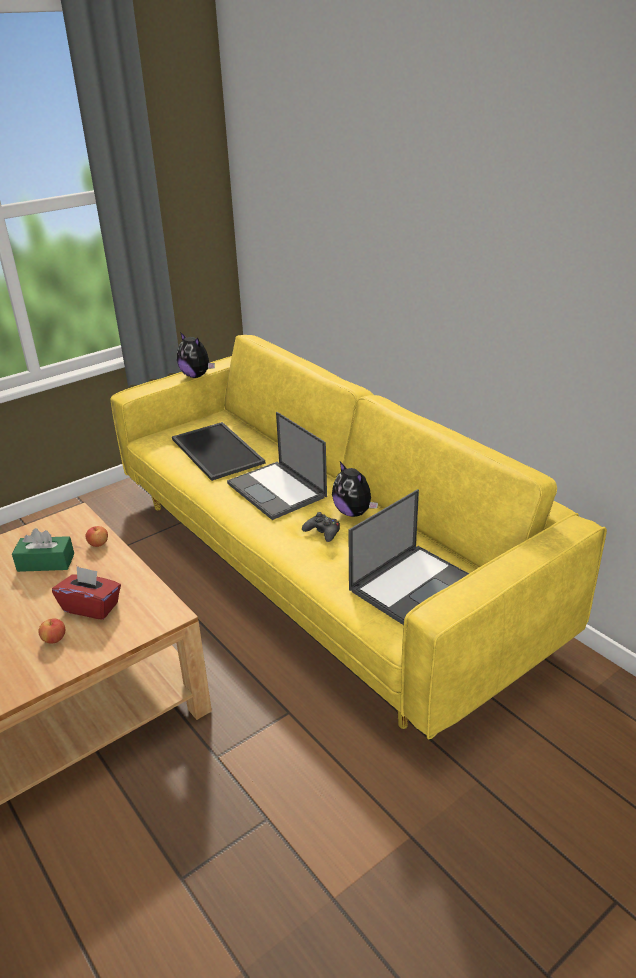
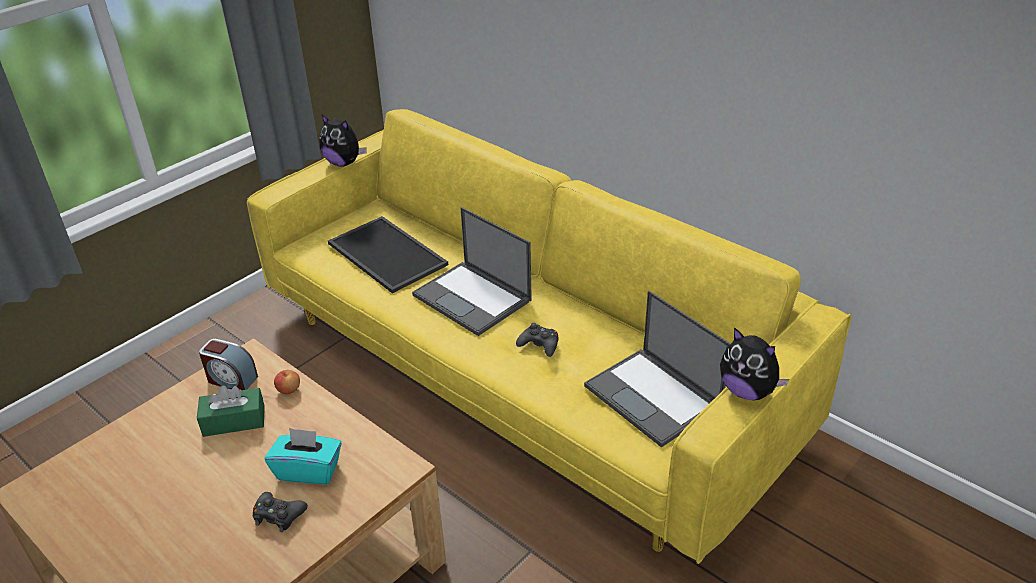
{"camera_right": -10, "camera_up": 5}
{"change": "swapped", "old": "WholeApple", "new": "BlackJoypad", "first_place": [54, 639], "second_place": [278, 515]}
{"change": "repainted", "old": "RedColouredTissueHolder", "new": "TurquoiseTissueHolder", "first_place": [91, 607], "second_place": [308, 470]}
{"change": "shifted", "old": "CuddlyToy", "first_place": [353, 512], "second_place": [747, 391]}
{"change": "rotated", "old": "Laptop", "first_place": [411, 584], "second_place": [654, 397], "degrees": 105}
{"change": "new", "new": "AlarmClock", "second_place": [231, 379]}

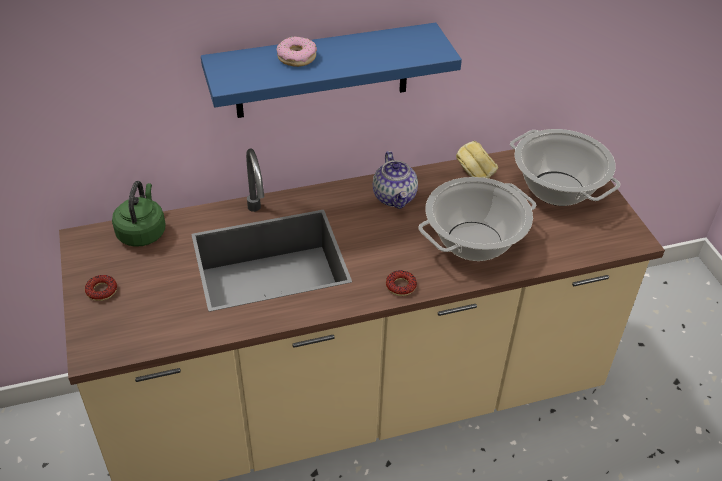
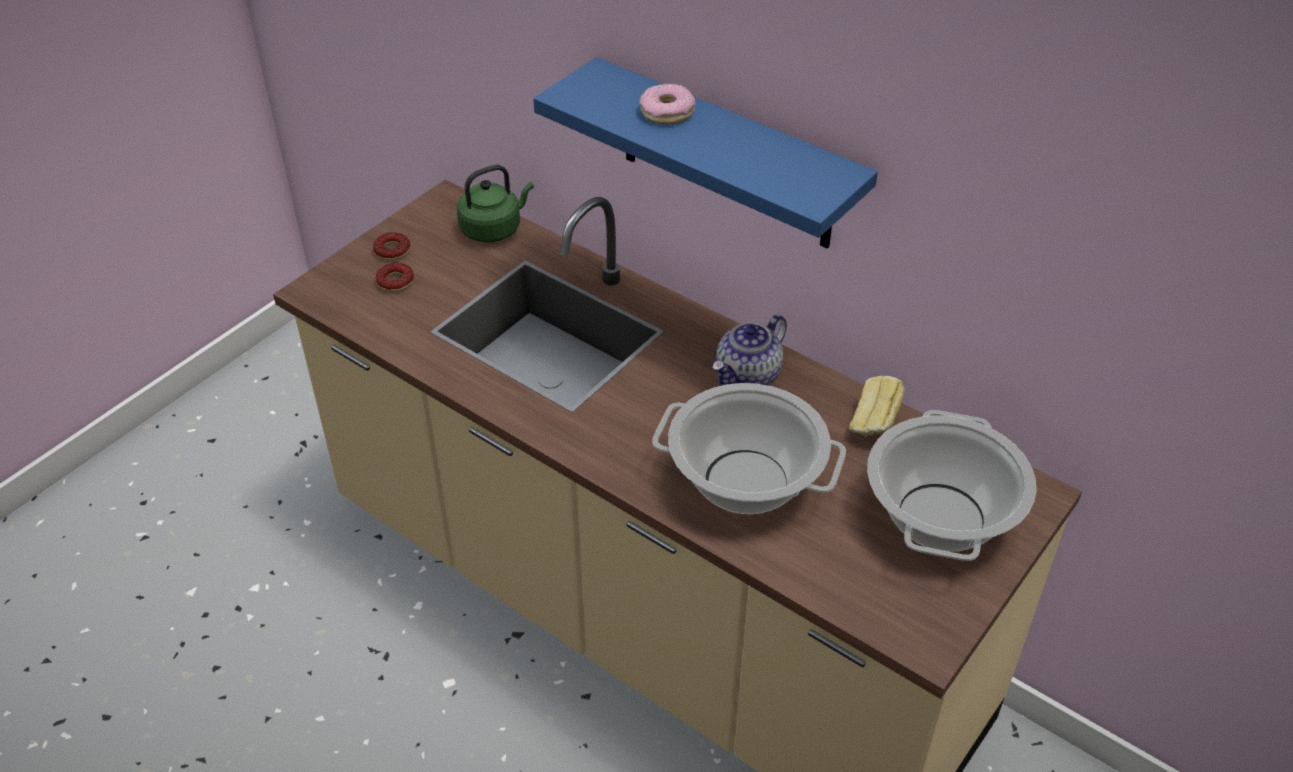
{"camera_right": 55, "camera_up": 0}
{"change": "shifted", "old": "Donut", "first_place": [401, 286], "second_place": [395, 281]}

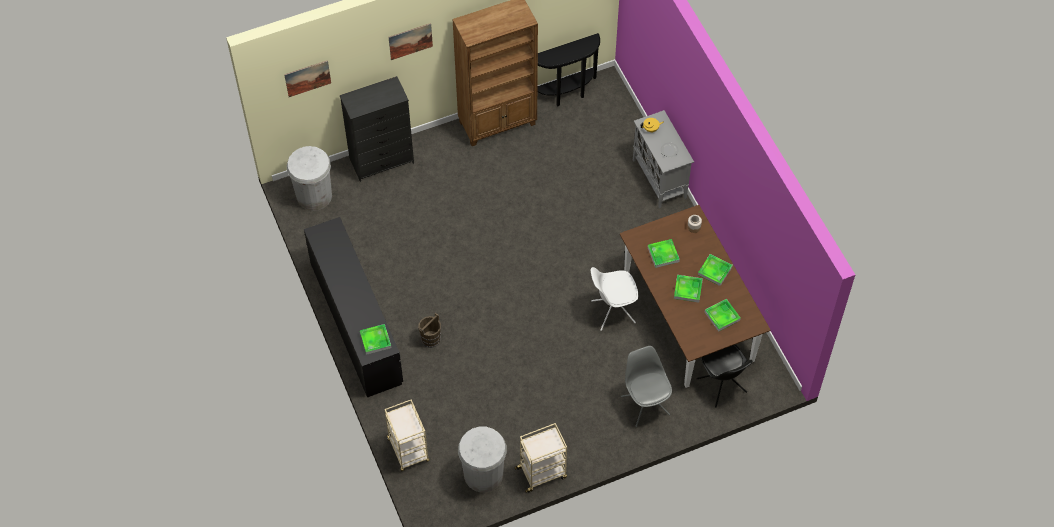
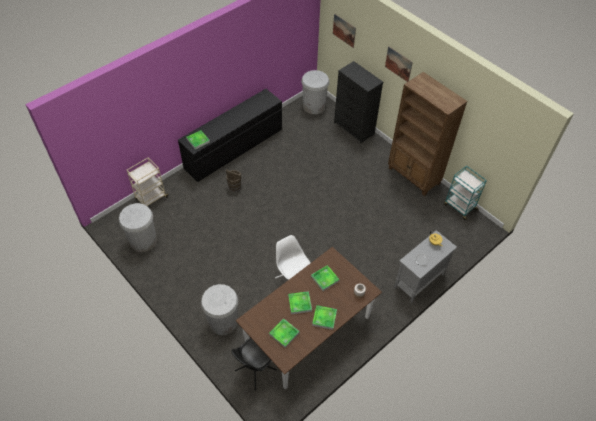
{"camera_right": 70, "camera_up": -5}
{"change": "gone", "old": "BeigeWheeledCart", "first_place": [542, 472]}
{"change": "swapped", "old": "BlackNarrowTable", "new": "TurquoiseWheeledCart", "first_place": [567, 94], "second_place": [459, 207]}
{"change": "swapped", "old": "GreyChair", "new": "WhitishRubbishBin", "first_place": [645, 404], "second_place": [223, 321]}

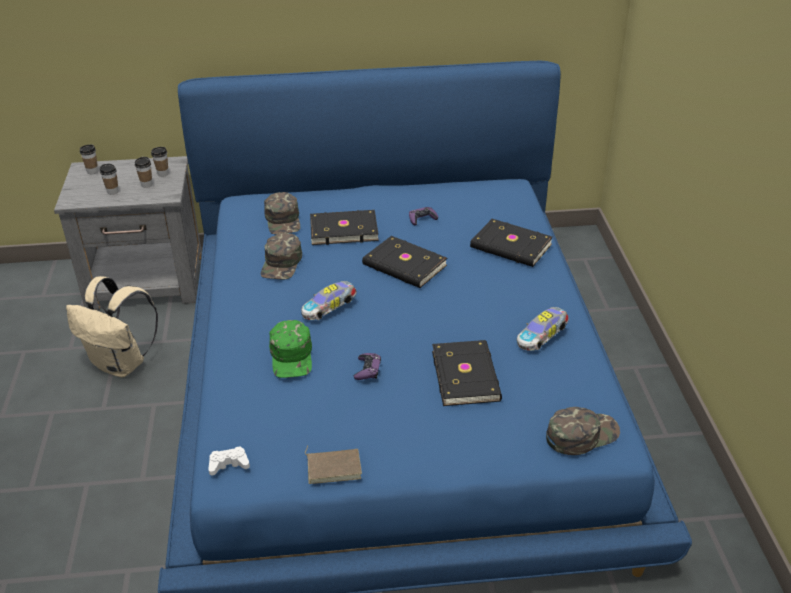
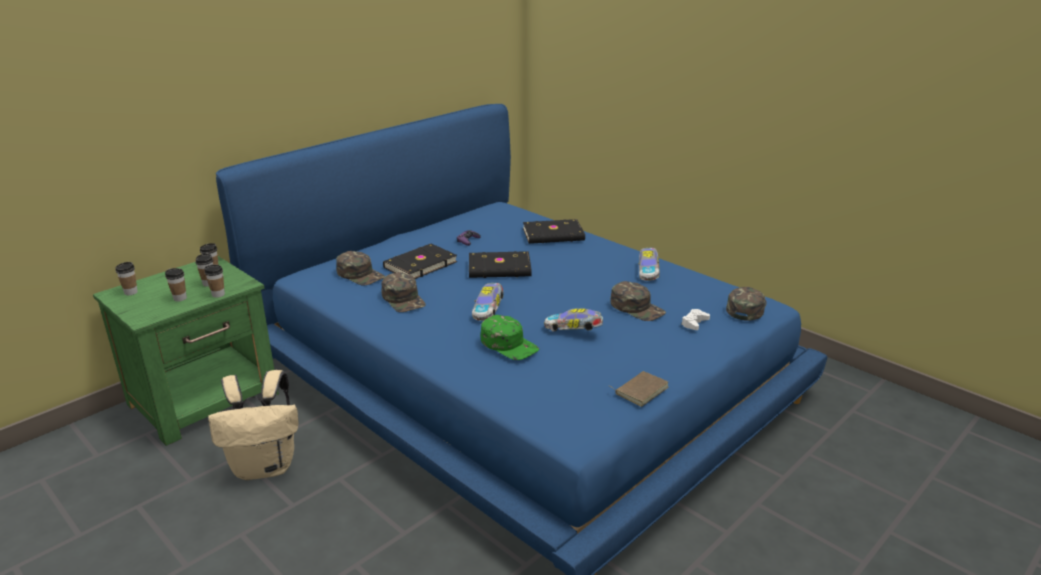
{"camera_right": -40, "camera_up": -10}
{"change": "repainted", "old": "GreyNightTable", "new": "GreenNightTable", "first_place": [147, 281], "second_place": [206, 399]}
{"change": "shifted", "old": "WhitishJoypad", "first_place": [229, 464], "second_place": [694, 323]}
{"change": "swapped", "old": "PurplishJoypad", "new": "ModelCar", "first_place": [367, 369], "second_place": [574, 329]}
{"change": "swapped", "old": "BlackBook", "new": "GreenCap", "first_place": [467, 375], "second_place": [637, 308]}
{"change": "new", "new": "DrinkingCup", "second_place": [218, 294]}

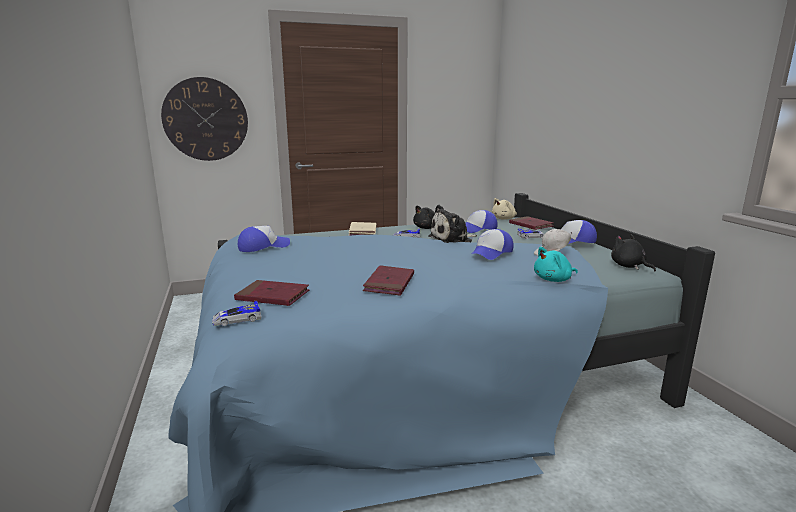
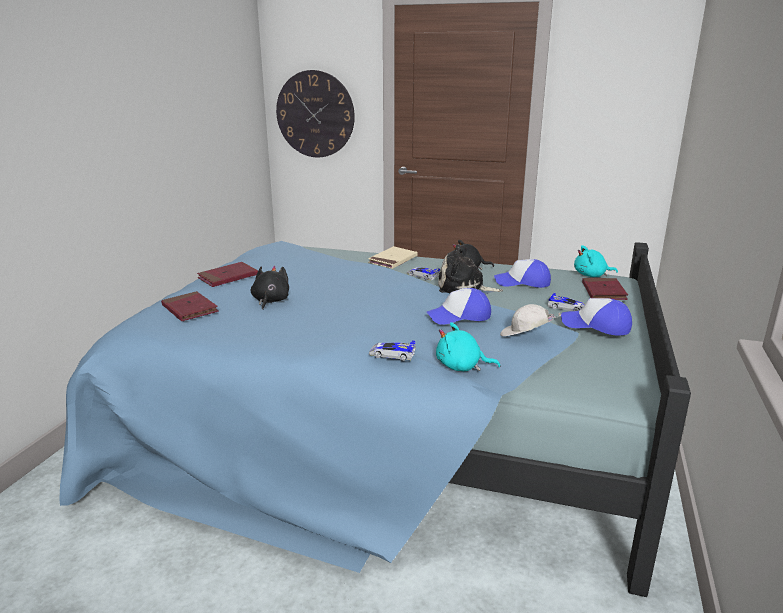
{"camera_right": 35, "camera_up": 5}
{"change": "shifted", "old": "ModelCar", "first_place": [237, 319], "second_place": [391, 354]}
{"change": "gone", "old": "Cap", "first_place": [263, 247]}
{"change": "shifted", "old": "RedColouredBook", "first_place": [389, 283], "second_place": [228, 277]}
{"change": "repainted", "old": "BeigeCuddlyToy", "new": "TurquoiseCuddlyToy", "first_place": [504, 219], "second_place": [591, 275]}
{"change": "shifted", "old": "BlackCuddlyToy", "first_place": [629, 266], "second_place": [270, 301]}

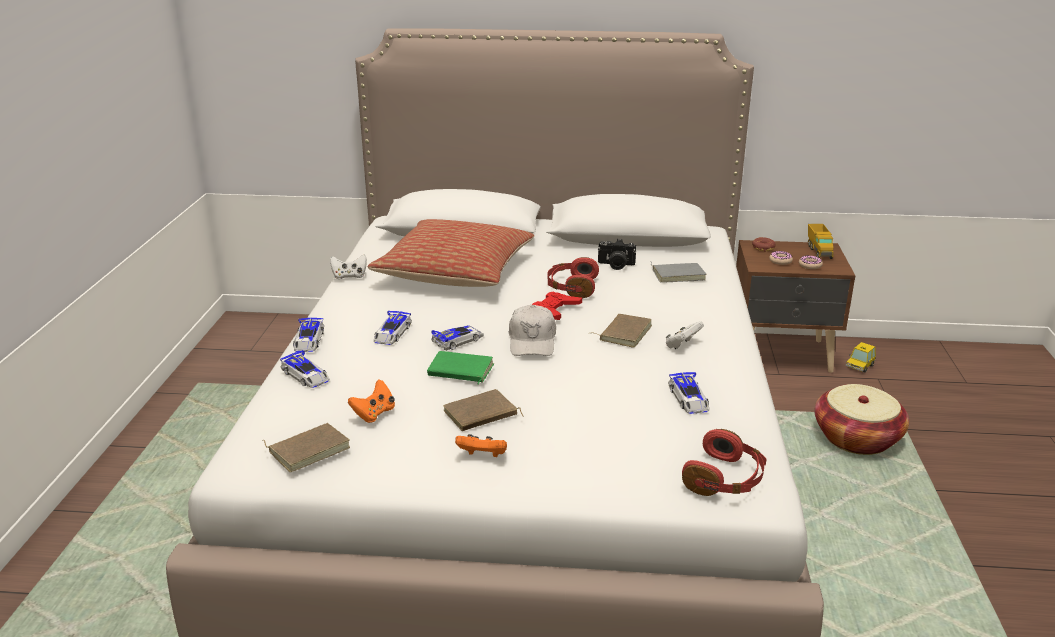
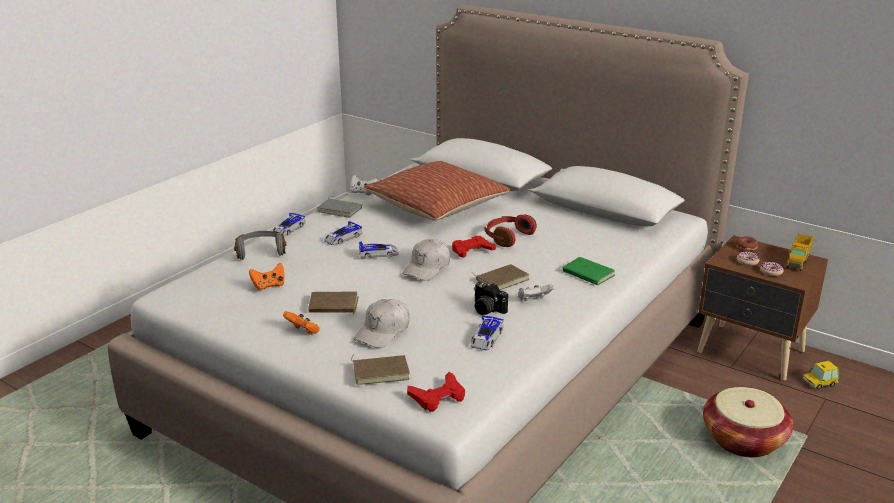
{"camera_right": 30, "camera_up": 0}
{"change": "shifted", "old": "BrownishBook", "first_place": [308, 449], "second_place": [381, 371]}
{"change": "swapped", "old": "ModelCar", "new": "GreyPairOfHeadphones", "first_place": [306, 376], "second_place": [260, 251]}
{"change": "shifted", "old": "GreenBook", "first_place": [460, 371], "second_place": [587, 274]}
{"change": "shifted", "old": "PhotoCamera", "first_place": [615, 265], "second_place": [487, 309]}
{"change": "shifted", "old": "GreyBook", "first_place": [678, 274], "second_place": [340, 210]}
{"change": "swapped", "old": "RedColouredPairOfHeadphones", "new": "RedColouredJoypad", "first_place": [725, 479], "second_place": [438, 397]}
{"change": "new", "new": "WhitishCap", "second_place": [383, 331]}

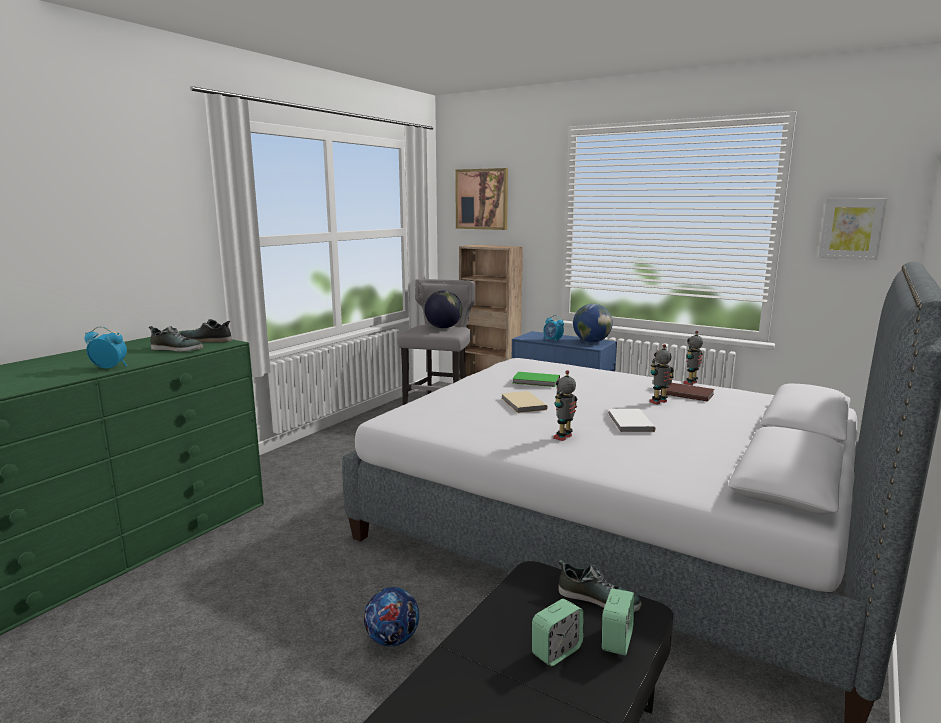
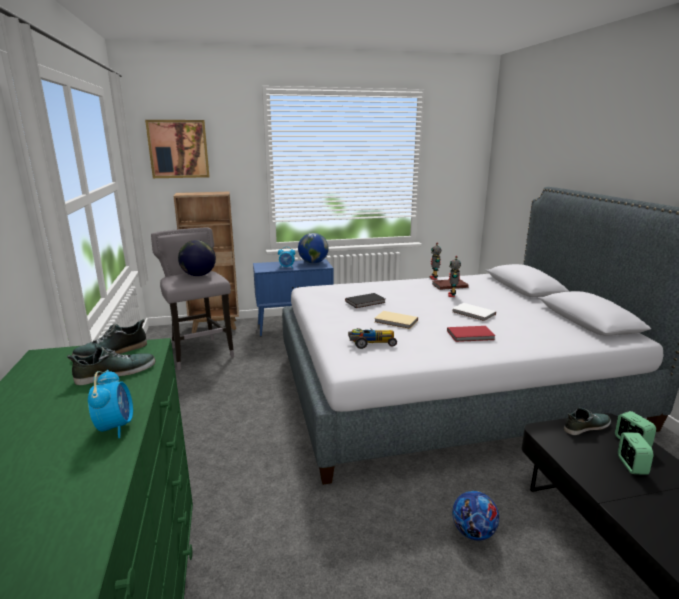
{"camera_right": -45, "camera_up": 5}
{"change": "rotated", "old": "AlarmClock", "first_place": [110, 367], "second_place": [116, 427], "degrees": 120}
{"change": "repainted", "old": "GreenBook", "new": "BlackBook", "first_place": [536, 381], "second_place": [366, 302]}
{"change": "swapped", "old": "ModelRobot", "new": "RedColouredBook", "first_place": [564, 437], "second_place": [471, 335]}
{"change": "gone", "old": "WallArt", "first_place": [851, 228]}
{"change": "new", "new": "ModelCar", "second_place": [371, 343]}

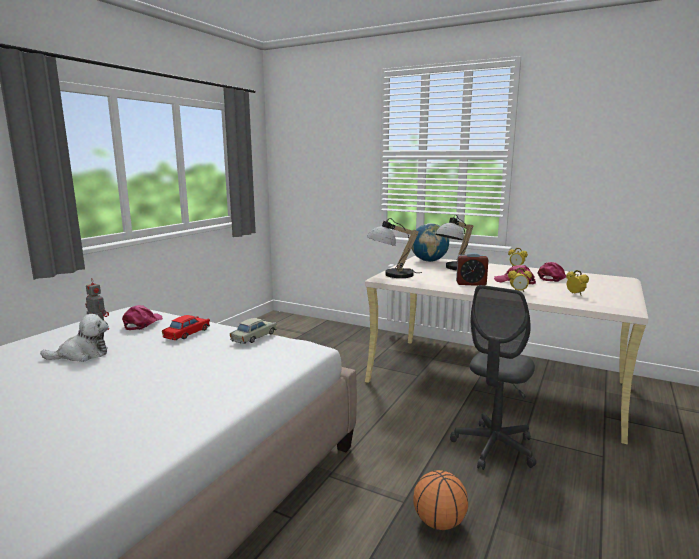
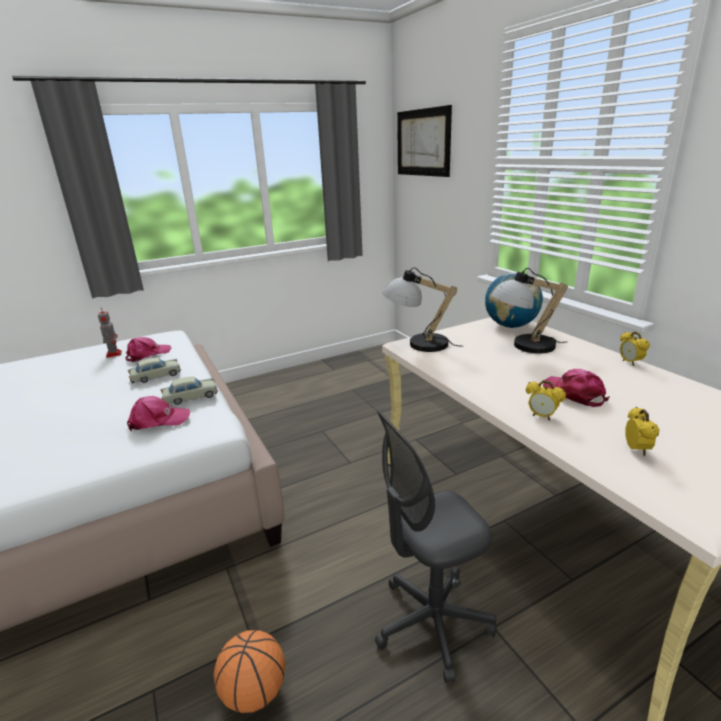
{"camera_right": 35, "camera_up": 10}
{"change": "gone", "old": "CuddlyToy", "first_place": [82, 355]}
{"change": "repainted", "old": "RedColouredModelCar", "new": "BeigeModelCar", "first_place": [187, 333], "second_place": [156, 376]}
{"change": "gone", "old": "AlarmClock", "first_place": [471, 283]}
{"change": "shifted", "old": "PinkishCap", "first_place": [552, 278], "second_place": [158, 420]}
{"change": "new", "new": "WallArt", "second_place": [422, 143]}

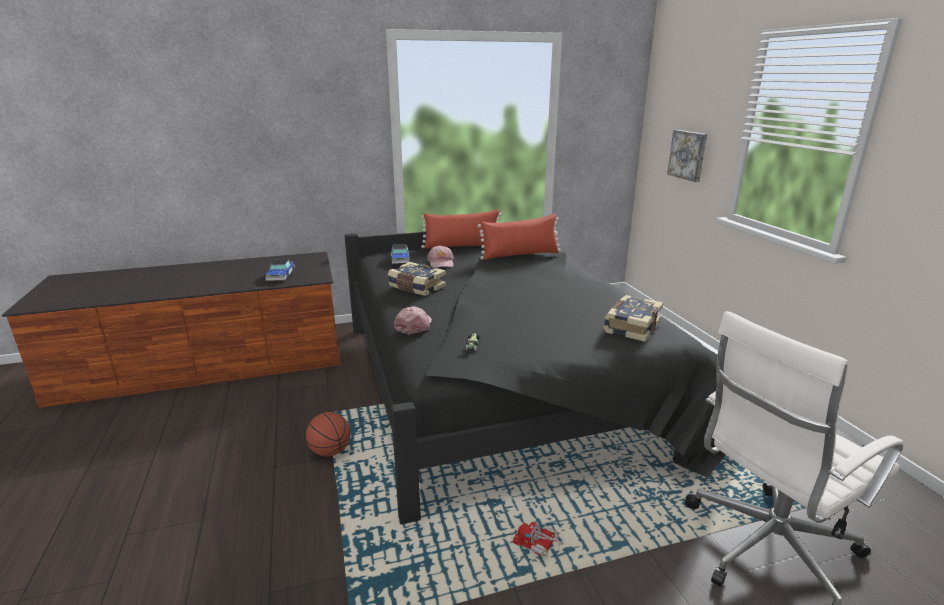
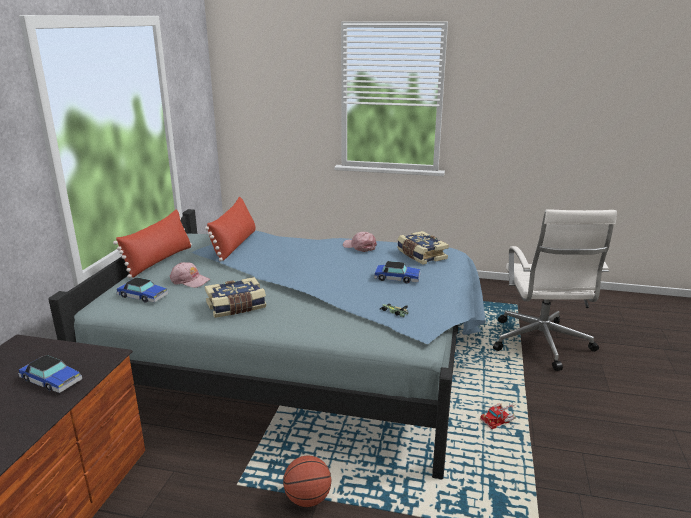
{"camera_right": -60, "camera_up": 0}
{"change": "repainted", "old": "BlackBed", "new": "BlueBed", "first_place": [504, 385], "second_place": [303, 363]}
{"change": "shifted", "old": "PinkishCap", "first_place": [414, 325], "second_place": [359, 246]}
{"change": "gone", "old": "WallArt", "first_place": [688, 155]}
{"change": "new", "new": "ModelCar", "second_place": [397, 278]}

